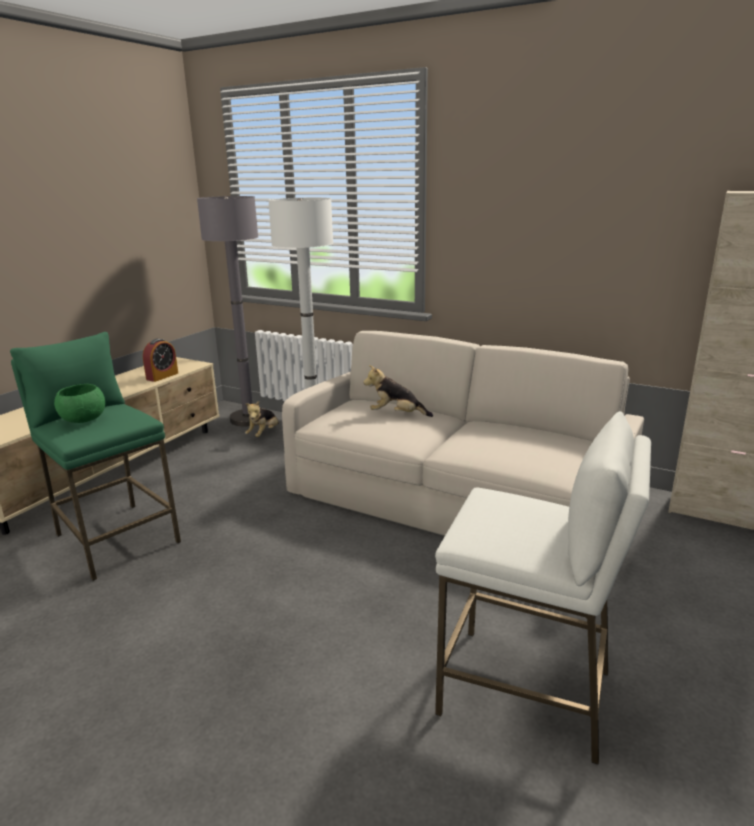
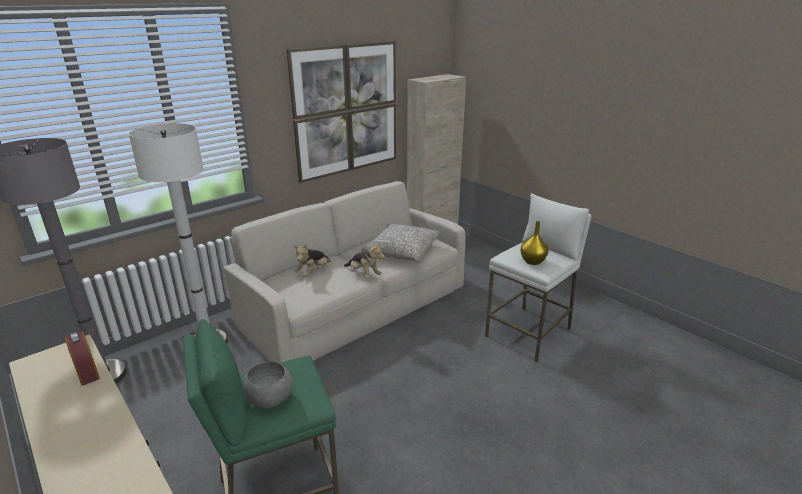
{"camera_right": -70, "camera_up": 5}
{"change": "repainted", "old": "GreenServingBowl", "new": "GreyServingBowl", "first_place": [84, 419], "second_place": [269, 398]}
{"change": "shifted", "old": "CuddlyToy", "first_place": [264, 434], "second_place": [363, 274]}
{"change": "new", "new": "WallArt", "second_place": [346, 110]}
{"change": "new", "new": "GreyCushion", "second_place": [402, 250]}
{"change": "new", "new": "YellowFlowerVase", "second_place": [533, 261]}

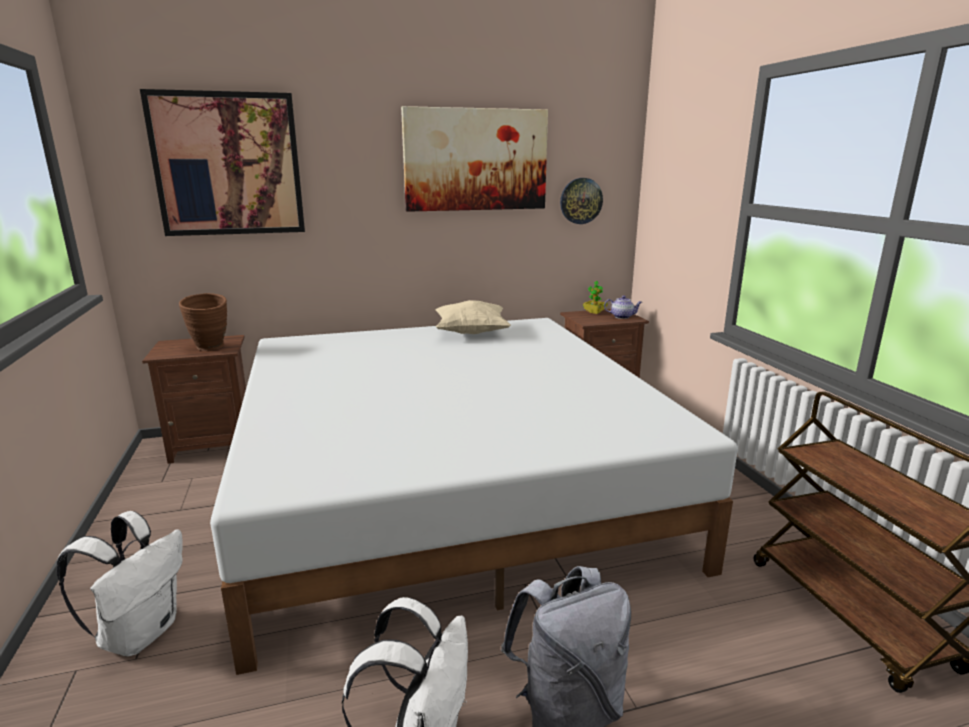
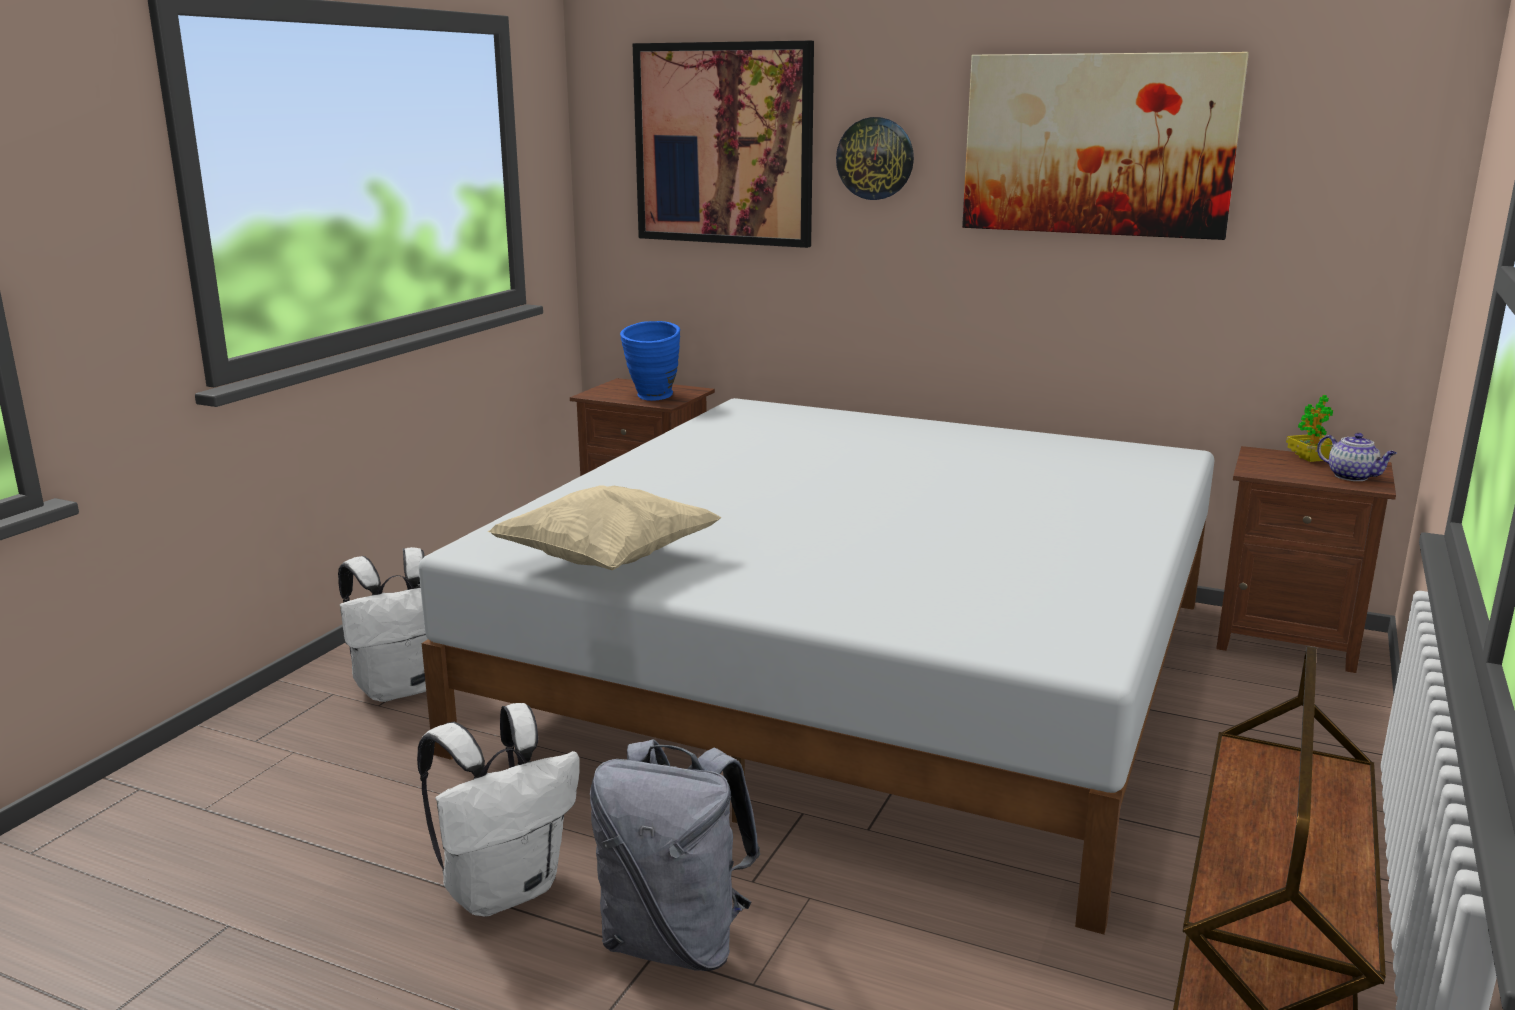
{"camera_right": 40, "camera_up": 0}
{"change": "repainted", "old": "BrownishFlowerVase", "new": "BlueFlowerVase", "first_place": [211, 349], "second_place": [652, 398]}
{"change": "shifted", "old": "BeigeCushion", "first_place": [471, 333], "second_place": [607, 561]}
{"change": "shifted", "old": "HangingClock", "first_place": [581, 201], "second_place": [875, 158]}

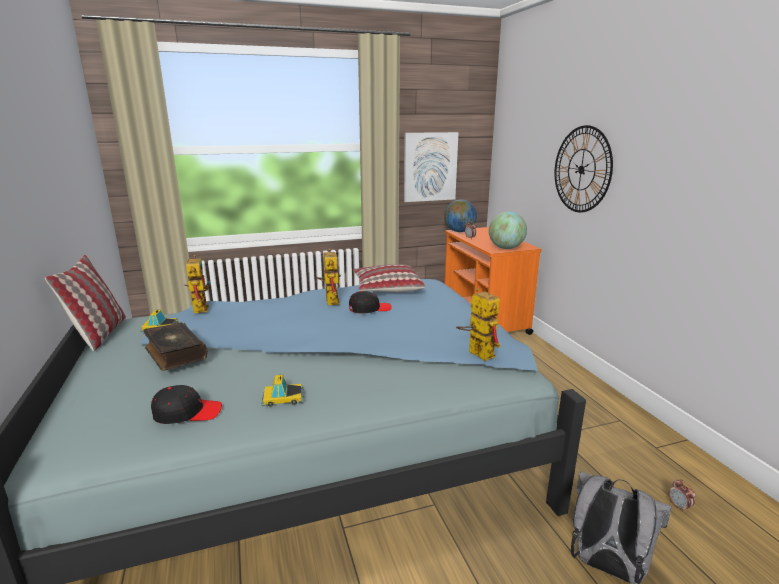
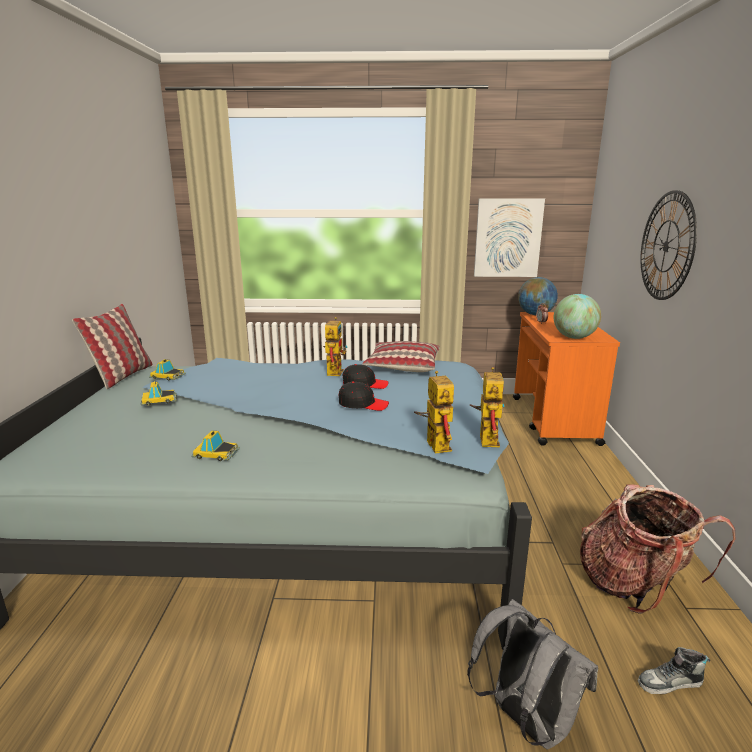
{"camera_right": 20, "camera_up": 0}
{"change": "swapped", "old": "Book", "new": "ModelCar", "first_place": [174, 353], "second_place": [159, 400]}
{"change": "shifted", "old": "BlackCap", "first_place": [187, 412], "second_place": [363, 404]}
{"change": "shifted", "old": "ModelRobot", "first_place": [199, 307], "second_place": [485, 438]}
{"change": "swapped", "old": "AlarmClock", "new": "ItemOfFootwear", "first_place": [679, 506], "second_place": [670, 683]}
{"change": "new", "new": "Rucksack", "second_place": [635, 585]}

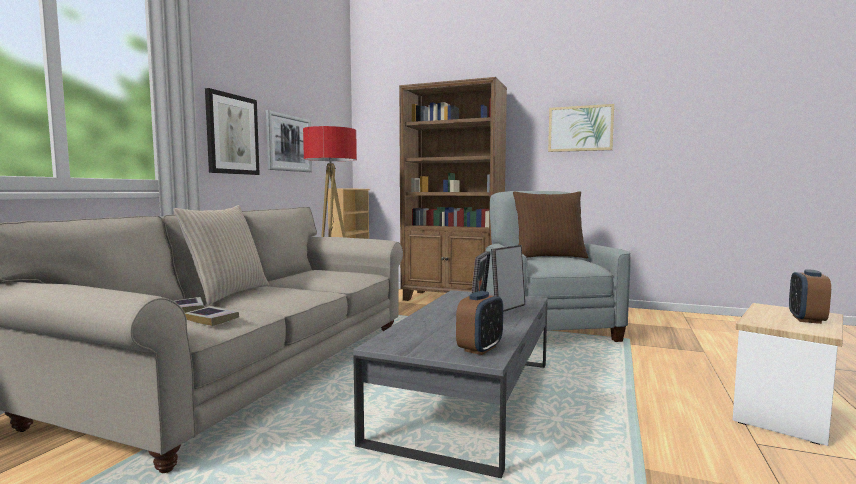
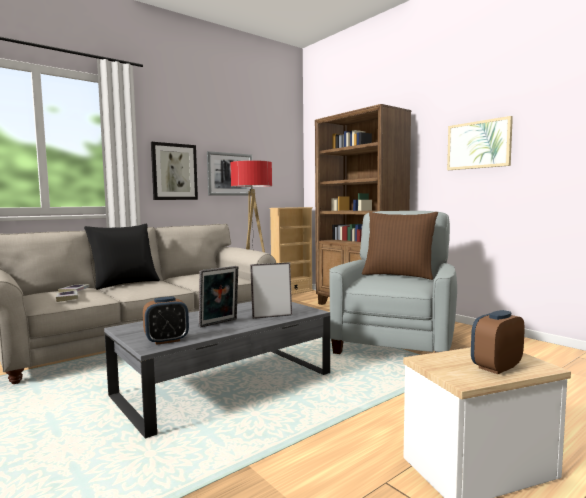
{"camera_right": 30, "camera_up": 0}
{"change": "repainted", "old": "BeigeCushion", "new": "BlackCushion", "first_place": [227, 294], "second_place": [124, 284]}

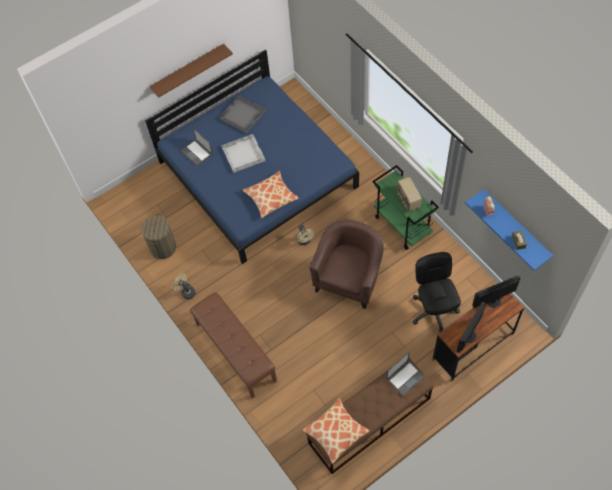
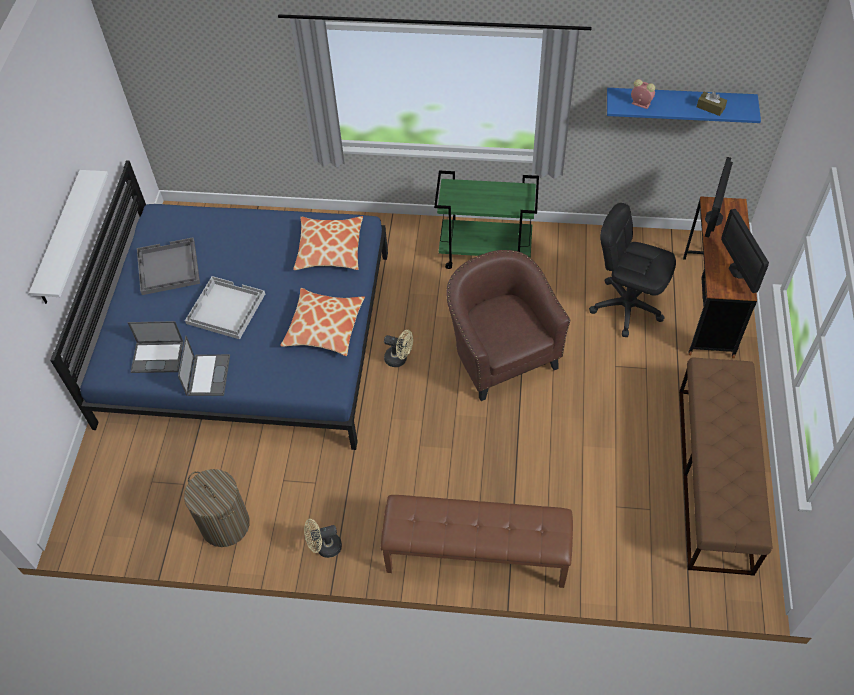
{"camera_right": -50, "camera_up": -5}
{"change": "repainted", "old": "BrownishShelf", "new": "WhitishShelf", "first_place": [188, 70], "second_place": [61, 239]}
{"change": "shifted", "old": "Cushion", "first_place": [336, 432], "second_place": [329, 249]}
{"change": "shifted", "old": "Laptop", "first_place": [405, 377], "second_place": [208, 374]}
{"change": "gone", "old": "RadioReceiver", "first_place": [408, 200]}

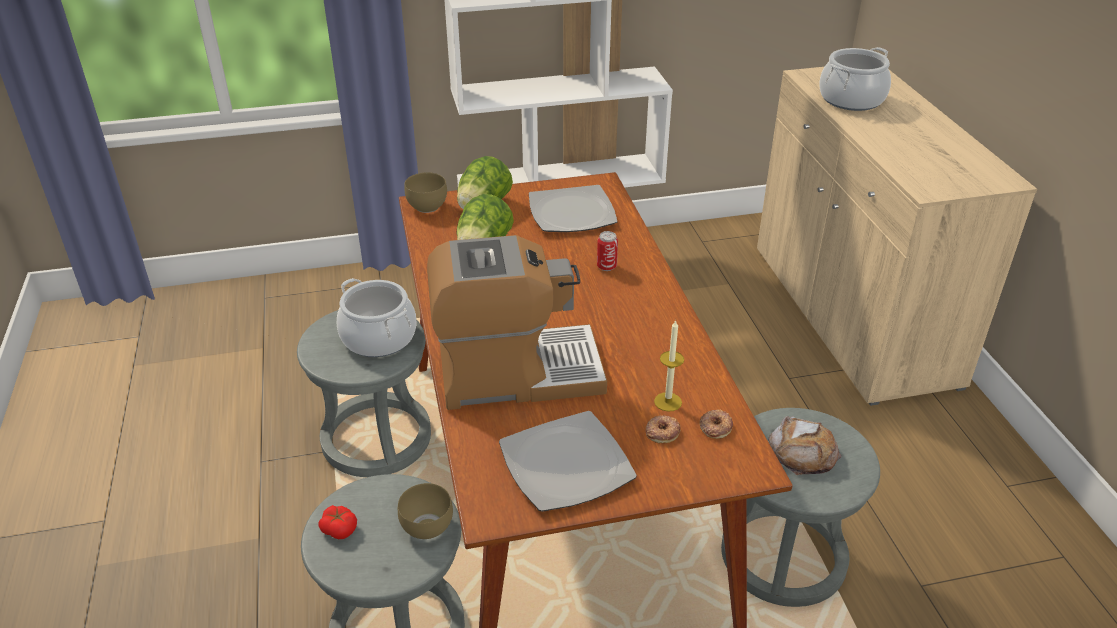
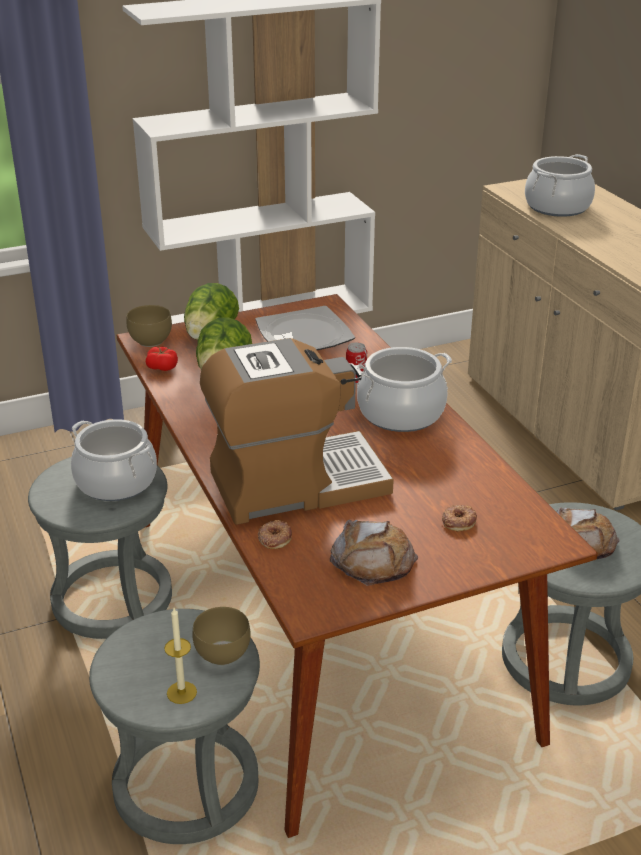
{"camera_right": -10, "camera_up": -5}
{"change": "shifted", "old": "FreshTomato", "first_place": [339, 529], "second_place": [162, 367]}
{"change": "swapped", "old": "Plate", "new": "BakeryBread", "first_place": [567, 464], "second_place": [373, 559]}
{"change": "shifted", "old": "WaxLight", "first_place": [668, 402], "second_place": [181, 692]}
{"change": "shifted", "old": "Donut", "first_place": [715, 427], "second_place": [274, 538]}
{"change": "new", "new": "CookingPot", "second_place": [401, 413]}

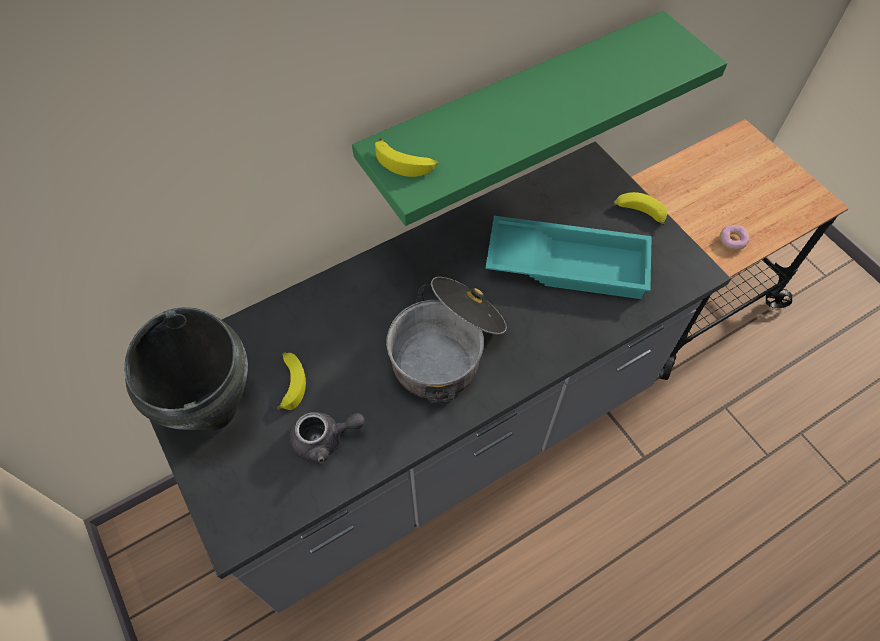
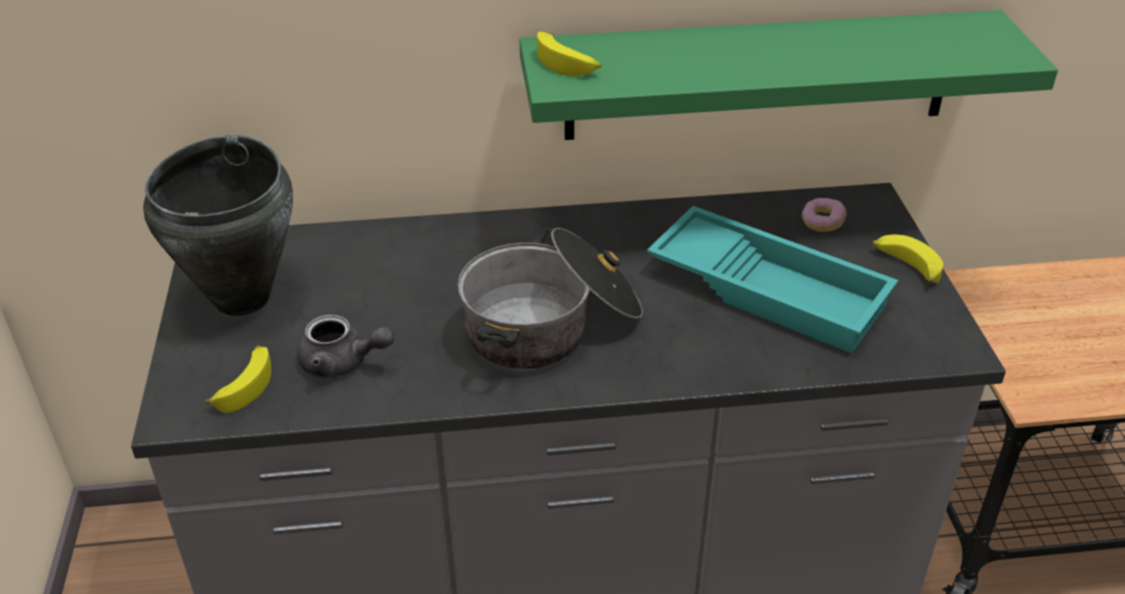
{"camera_right": 25, "camera_up": -20}
{"change": "shifted", "old": "Banana", "first_place": [290, 382], "second_place": [245, 384]}
{"change": "shifted", "old": "Donut", "first_place": [732, 241], "second_place": [822, 223]}

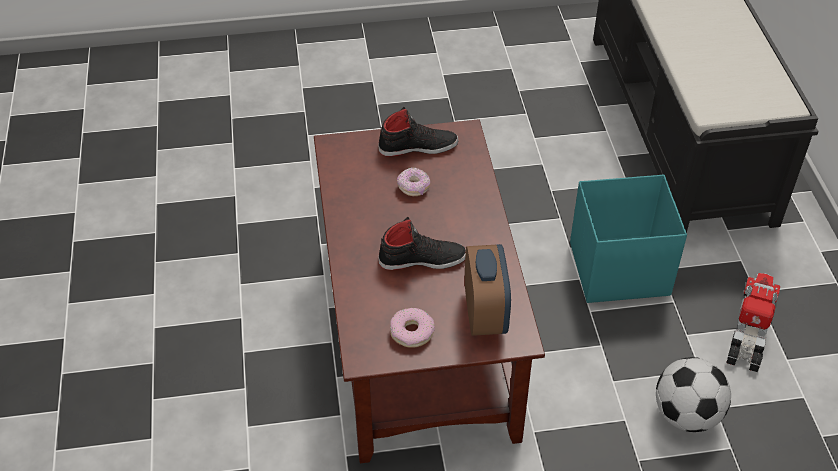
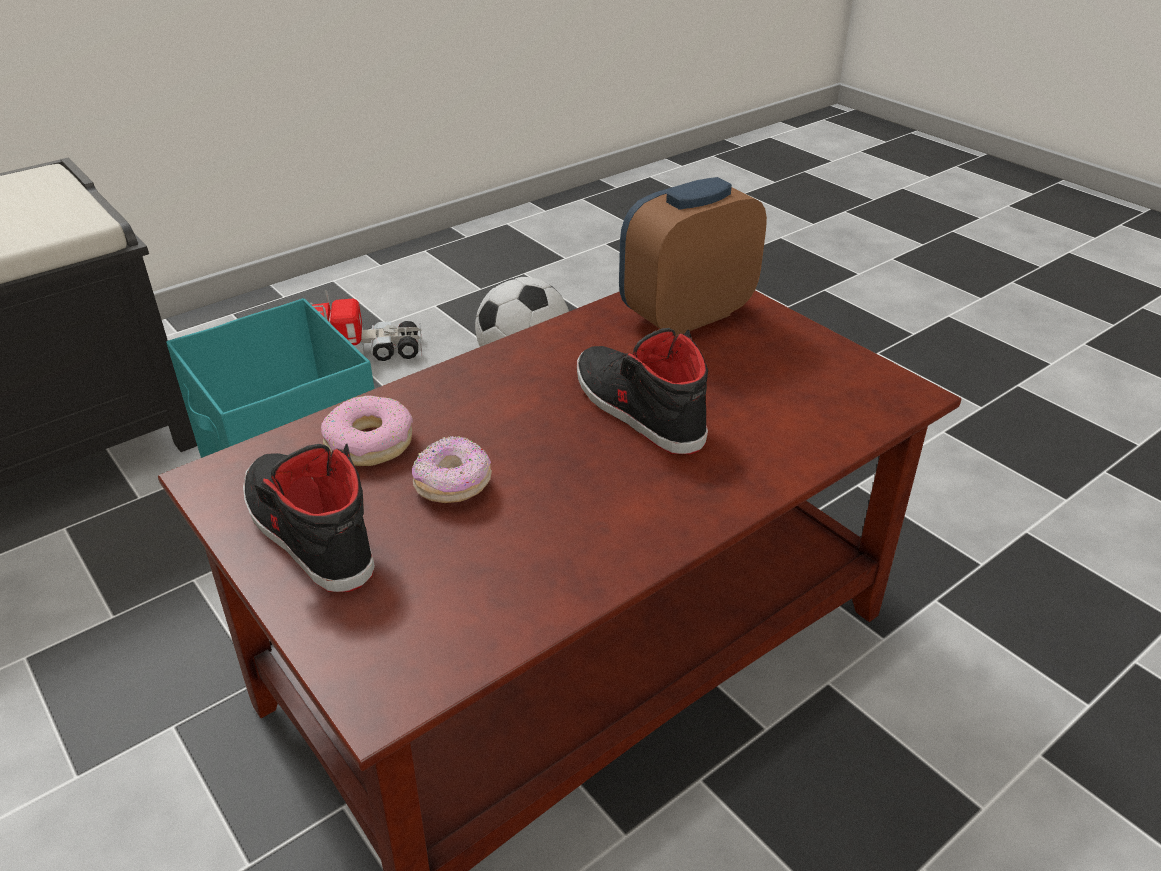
{"camera_right": -120, "camera_up": -10}
{"change": "shifted", "old": "Donut", "first_place": [412, 332], "second_place": [369, 442]}

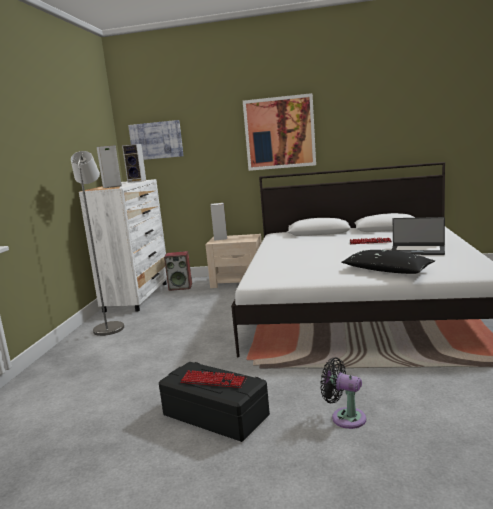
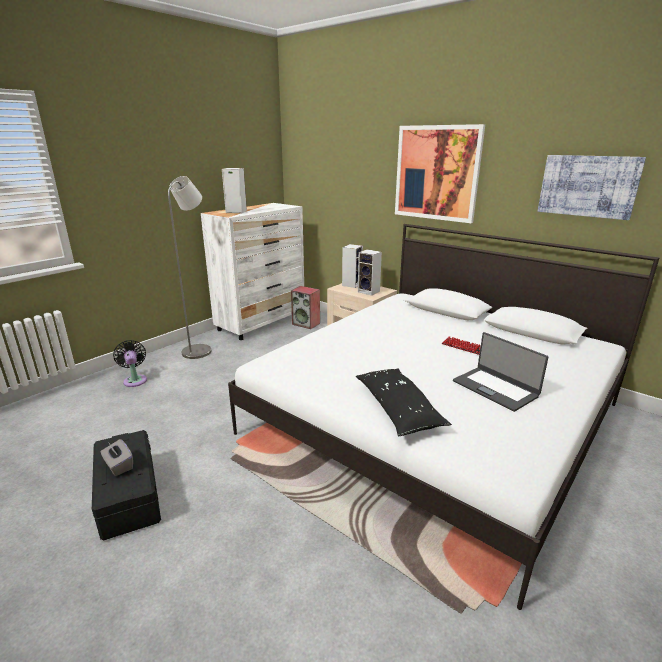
{"camera_right": 30, "camera_up": 10}
{"change": "shifted", "old": "Speaker", "first_place": [137, 181], "second_place": [369, 292]}
{"change": "shifted", "old": "WallArt", "first_place": [156, 140], "second_place": [588, 186]}
{"change": "swapped", "old": "PcKeyboard", "new": "GreyTissueHolder", "first_place": [213, 380], "second_place": [119, 466]}
{"change": "shifted", "old": "BlackElectricFan", "first_place": [345, 417], "second_place": [135, 380]}

